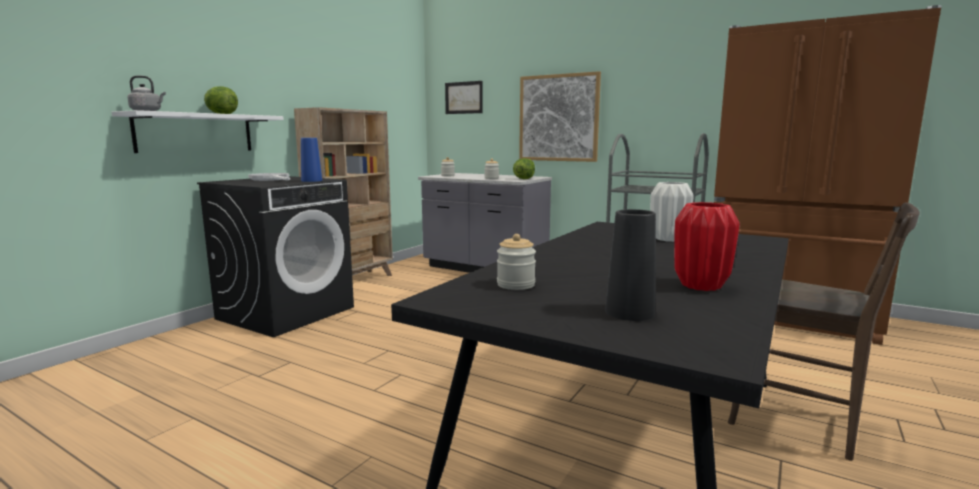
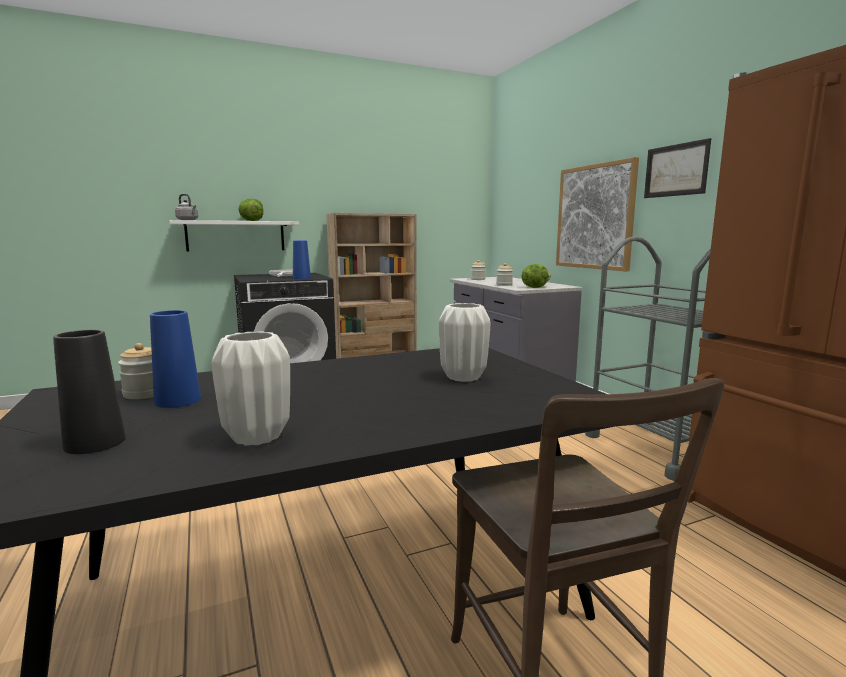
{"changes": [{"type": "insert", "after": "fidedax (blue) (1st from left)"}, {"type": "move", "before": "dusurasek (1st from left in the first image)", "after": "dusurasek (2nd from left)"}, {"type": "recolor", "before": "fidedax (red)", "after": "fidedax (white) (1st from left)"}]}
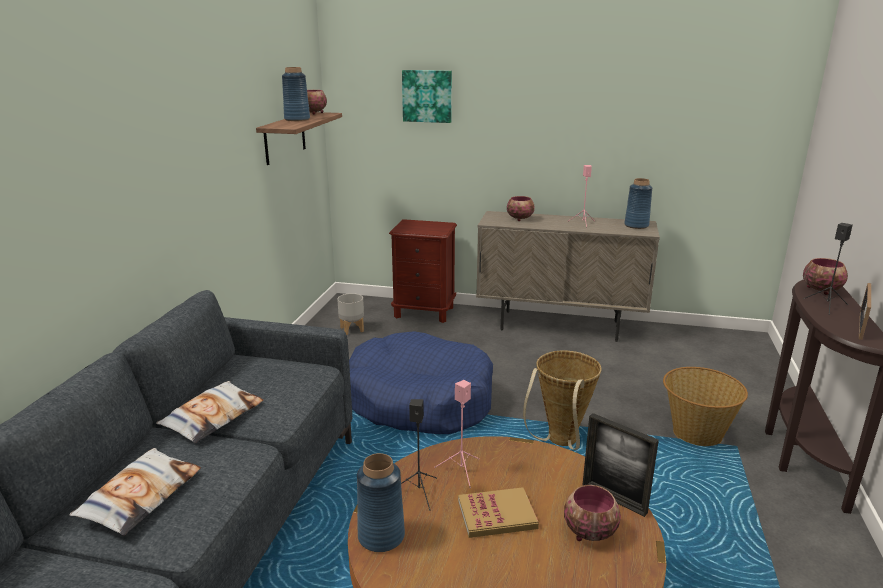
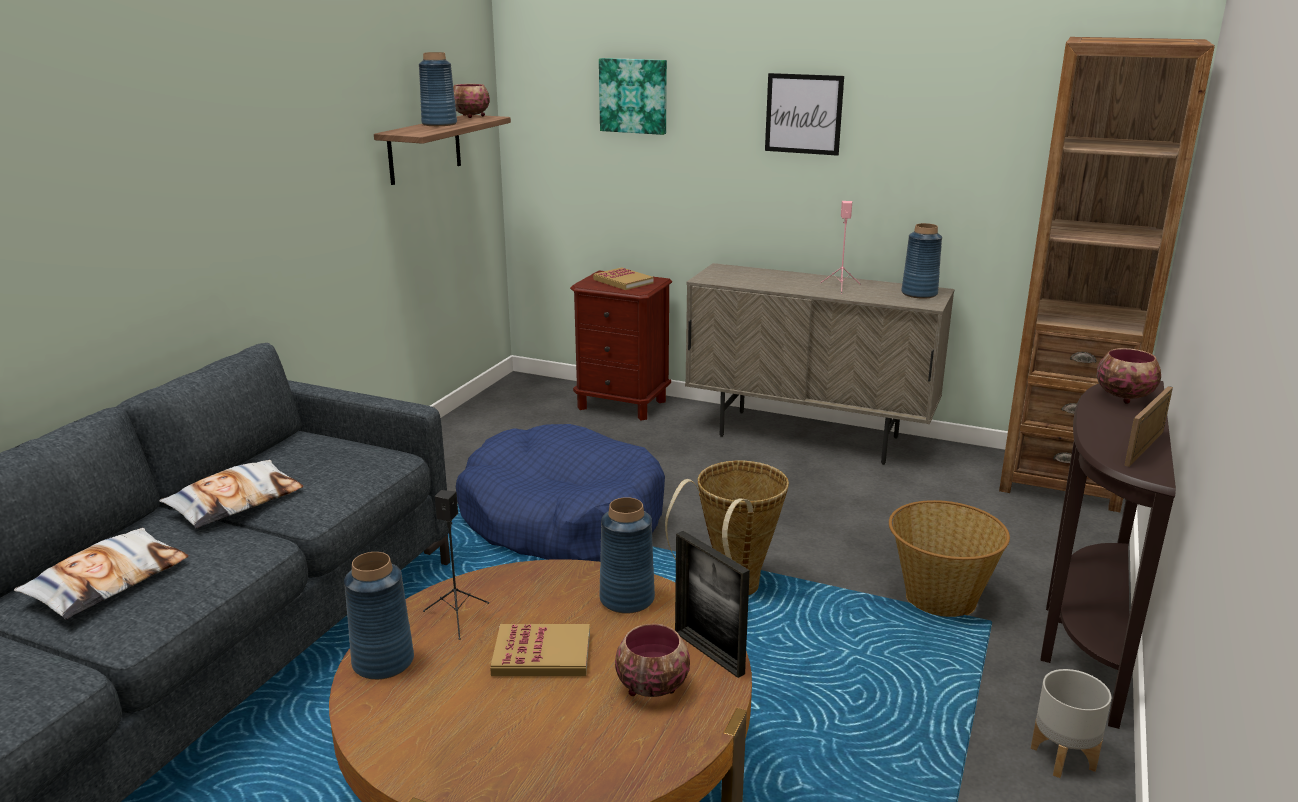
{"changes": [{"type": "delete", "before": "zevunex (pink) (1st from left)"}, {"type": "delete", "before": "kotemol (2nd from left)"}, {"type": "delete", "before": "zevunex (black) (2nd from left)"}, {"type": "insert", "after": "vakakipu (2nd from left)"}, {"type": "insert", "after": "fidedax (blue) (3rd from left)"}, {"type": "insert", "after": "dusurasek (2nd from left)"}, {"type": "insert", "after": "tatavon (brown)"}, {"type": "move", "before": "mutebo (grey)"}]}
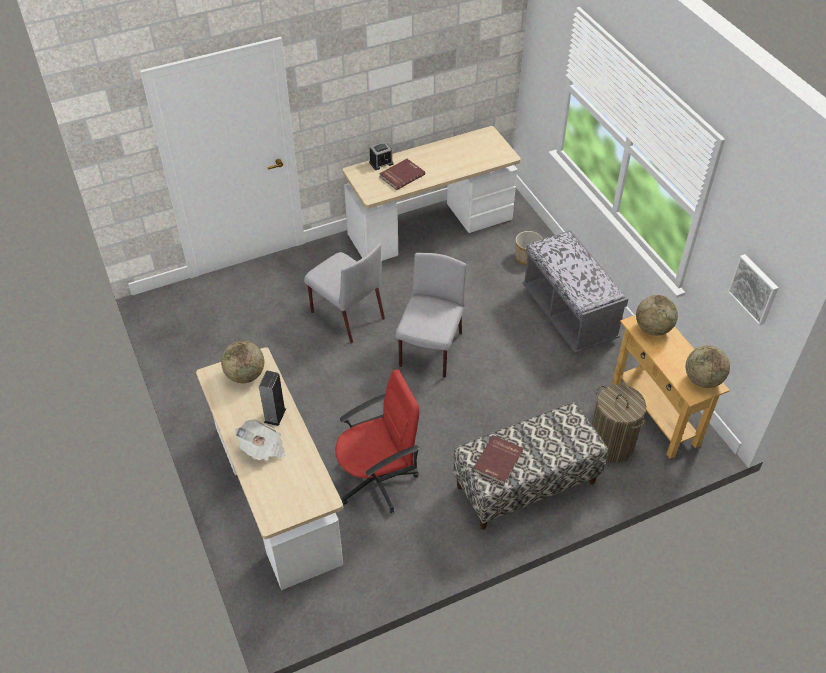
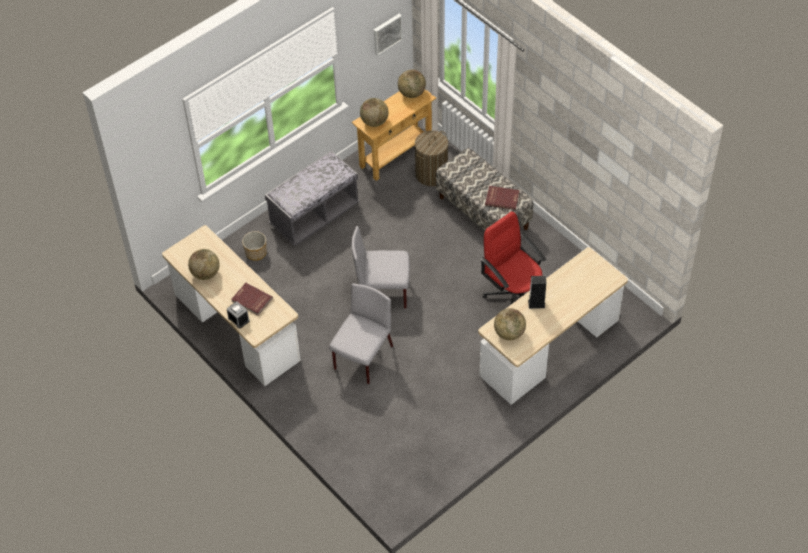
{"changes": [{"type": "delete", "before": "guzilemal"}, {"type": "insert", "after": "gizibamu (1st from left)"}]}
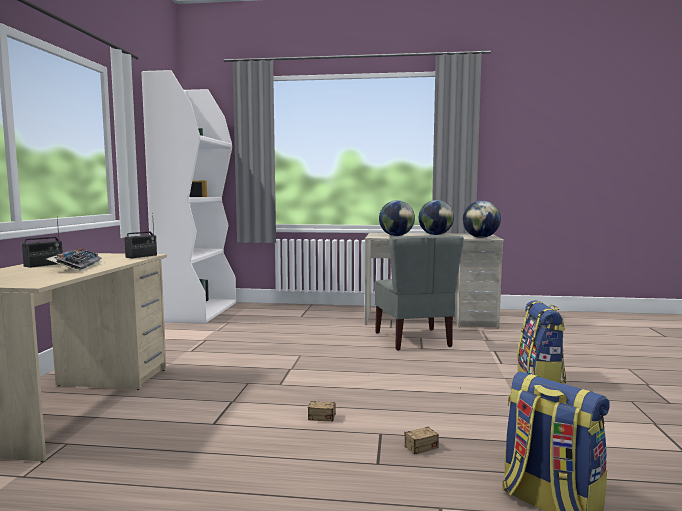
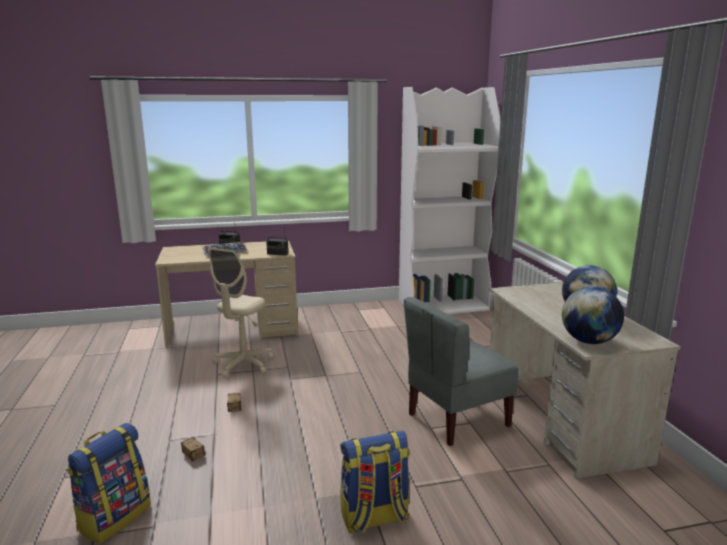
{"changes": [{"type": "delete", "before": "gizibamu (1st from left)"}, {"type": "insert", "after": "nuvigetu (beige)"}]}
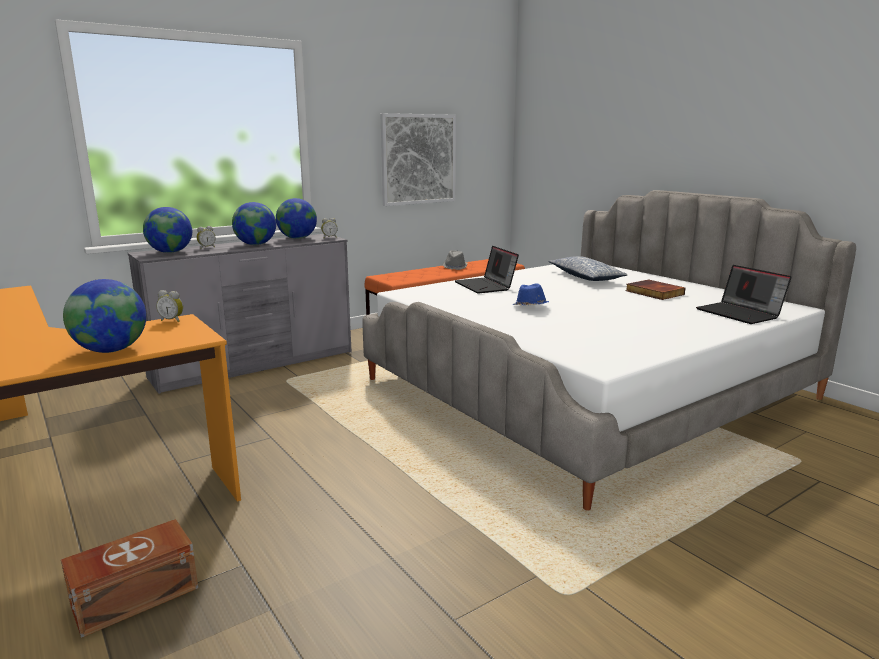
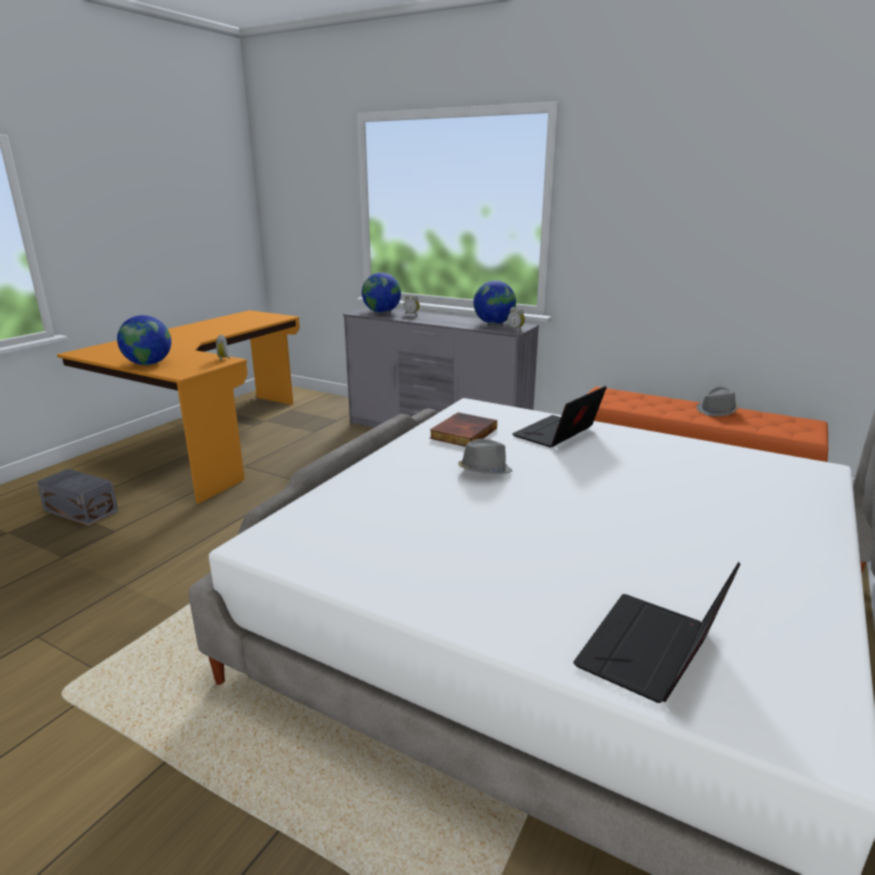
{"changes": [{"type": "delete", "before": "gizibamu (3rd from left)"}, {"type": "delete", "before": "dusurasek"}, {"type": "delete", "before": "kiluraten"}, {"type": "move", "before": "vakakipu"}, {"type": "recolor", "before": "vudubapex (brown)", "after": "vudubapex (grey)"}, {"type": "recolor", "before": "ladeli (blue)", "after": "ladeli (grey) (1st from left)"}]}
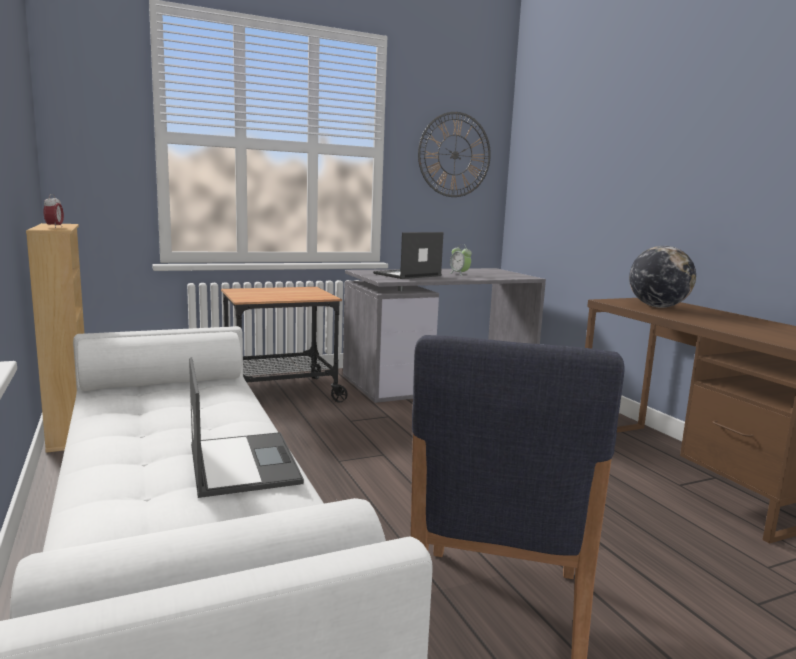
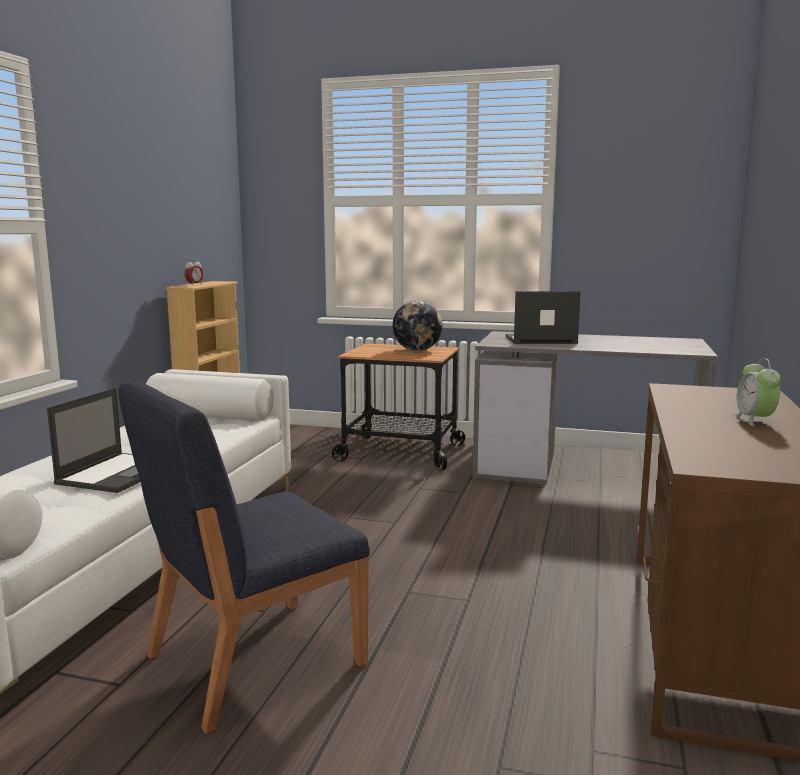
{"changes": [{"type": "delete", "before": "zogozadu"}, {"type": "move", "before": "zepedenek (2nd from left)"}, {"type": "move", "before": "gizibamu"}]}
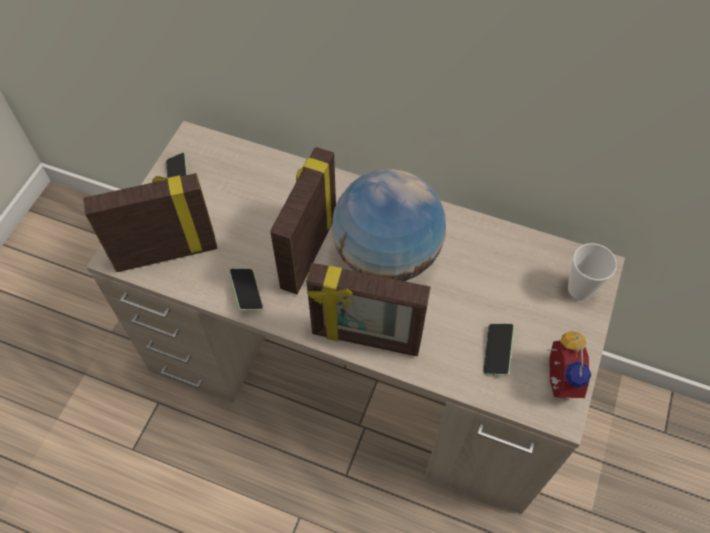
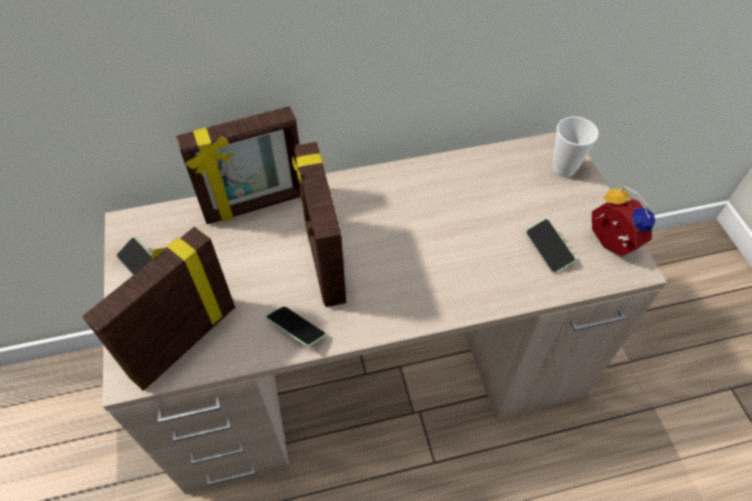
{"changes": [{"type": "delete", "before": "gizibamu"}, {"type": "move", "before": "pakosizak (3rd from left in the first image)", "after": "pakosizak (2nd from left)"}]}
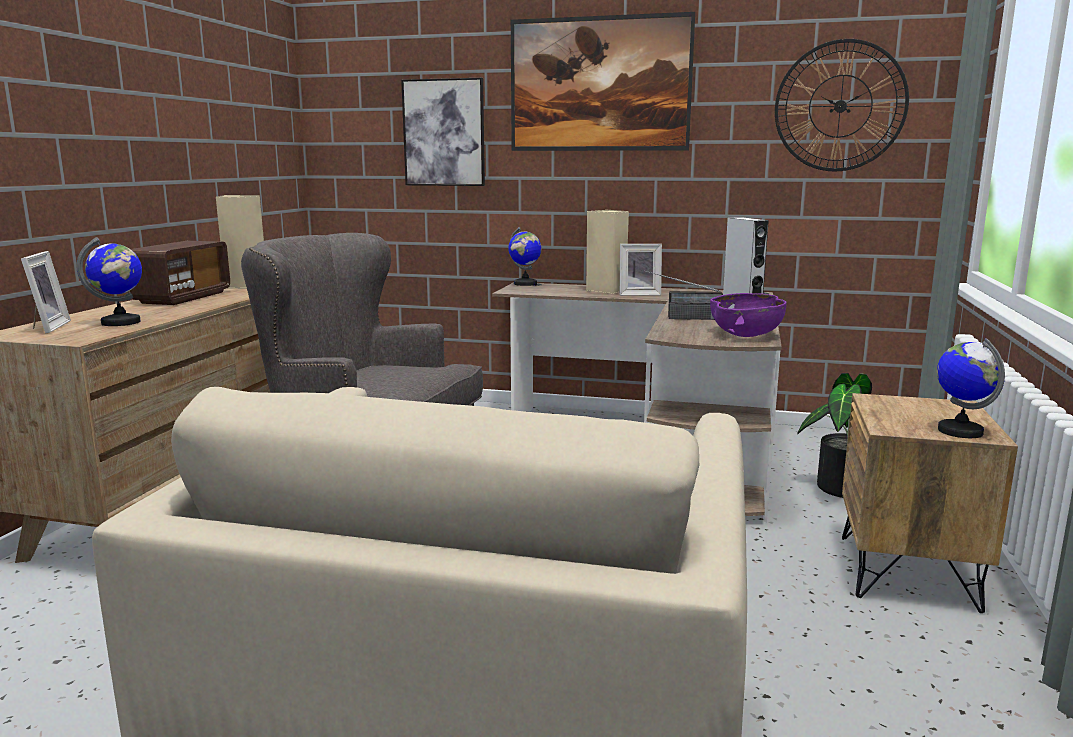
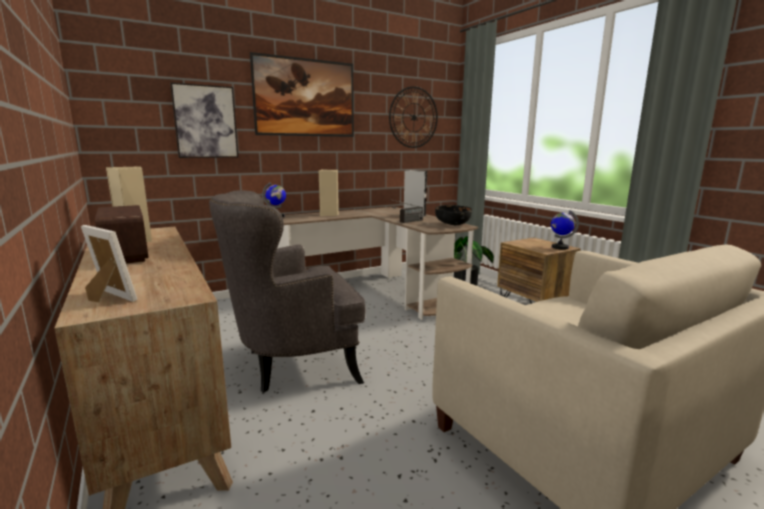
{"changes": [{"type": "delete", "before": "gizibamu (1st from left)"}, {"type": "delete", "before": "pakosizak (2nd from left)"}, {"type": "recolor", "before": "kotemol (purple)", "after": "kotemol (black)"}]}
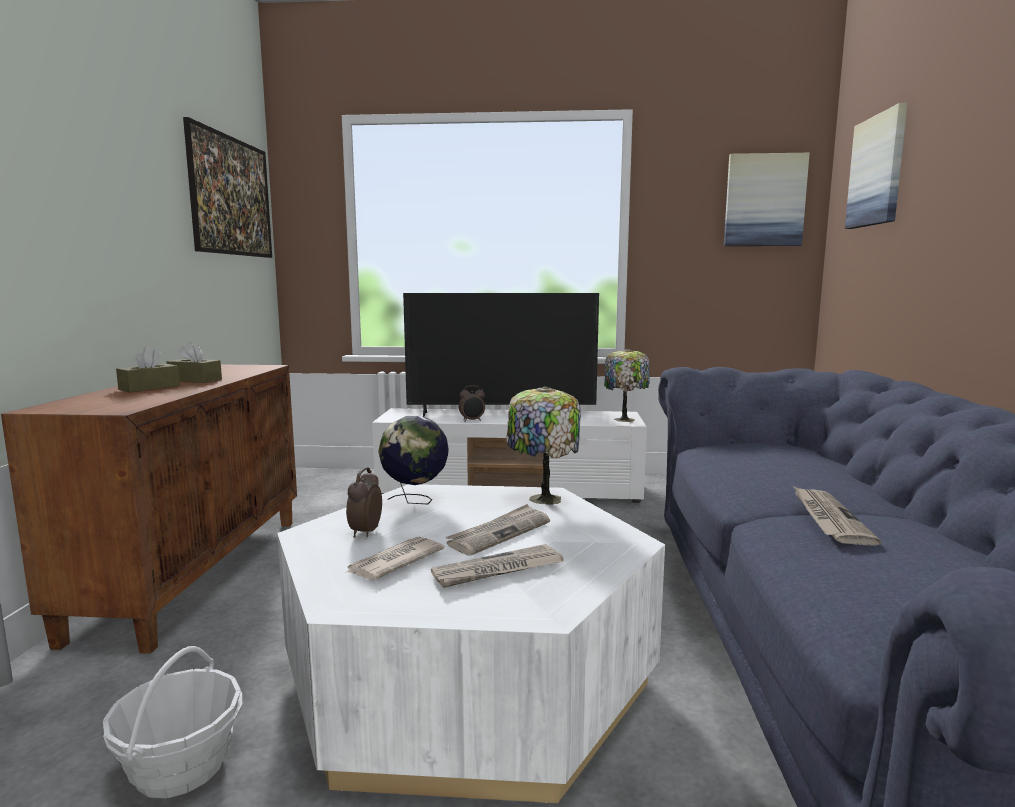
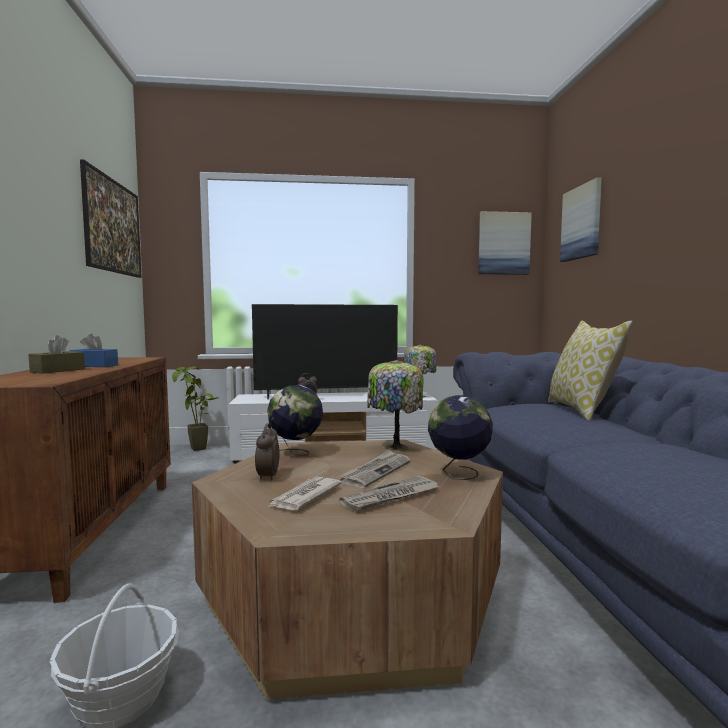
{"changes": [{"type": "delete", "before": "guzilemal (4th from left)"}, {"type": "insert", "after": "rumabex"}, {"type": "insert", "after": "gizibamu (2nd from left)"}, {"type": "insert", "after": "kiluraten"}, {"type": "recolor", "before": "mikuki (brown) (2nd from left)", "after": "mikuki (blue)"}, {"type": "recolor", "before": "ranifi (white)", "after": "ranifi (brown)"}]}
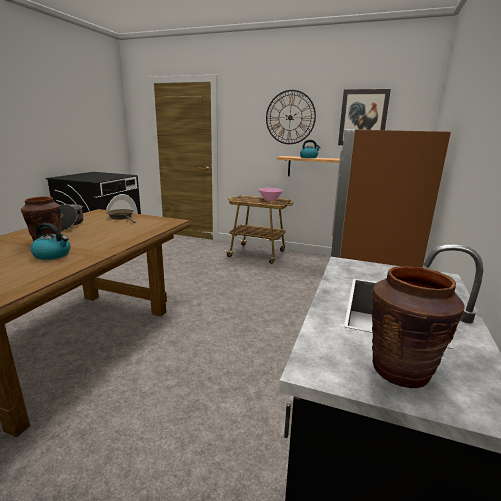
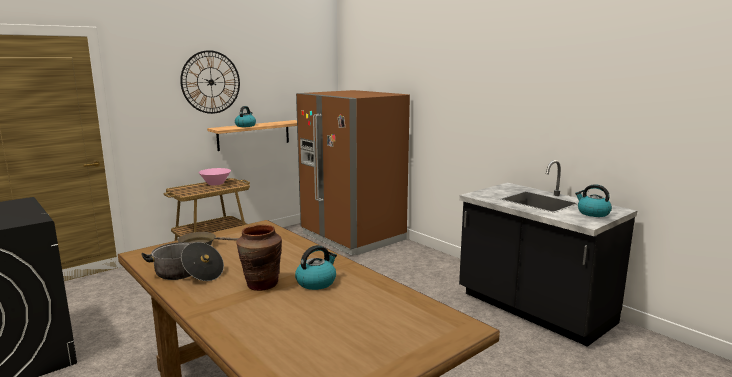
{"changes": [{"type": "delete", "before": "dusurasek"}, {"type": "replace", "before": "fidedax (brown) (2nd from left)", "after": "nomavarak (3rd from left)"}]}
